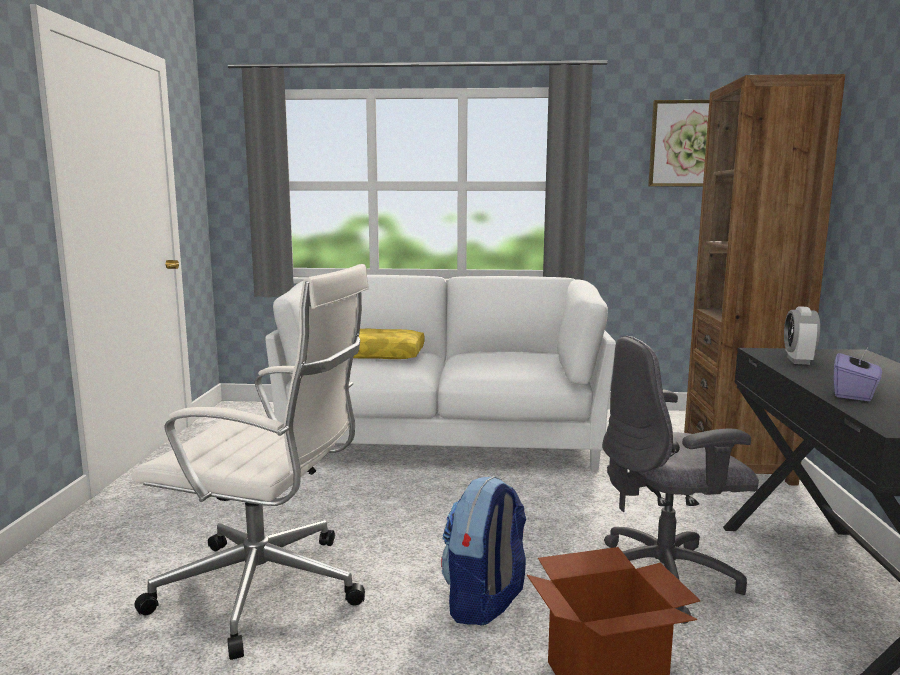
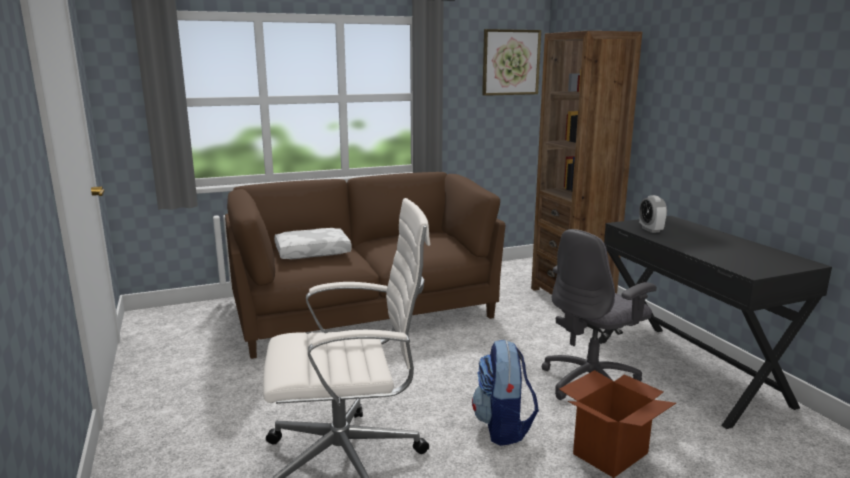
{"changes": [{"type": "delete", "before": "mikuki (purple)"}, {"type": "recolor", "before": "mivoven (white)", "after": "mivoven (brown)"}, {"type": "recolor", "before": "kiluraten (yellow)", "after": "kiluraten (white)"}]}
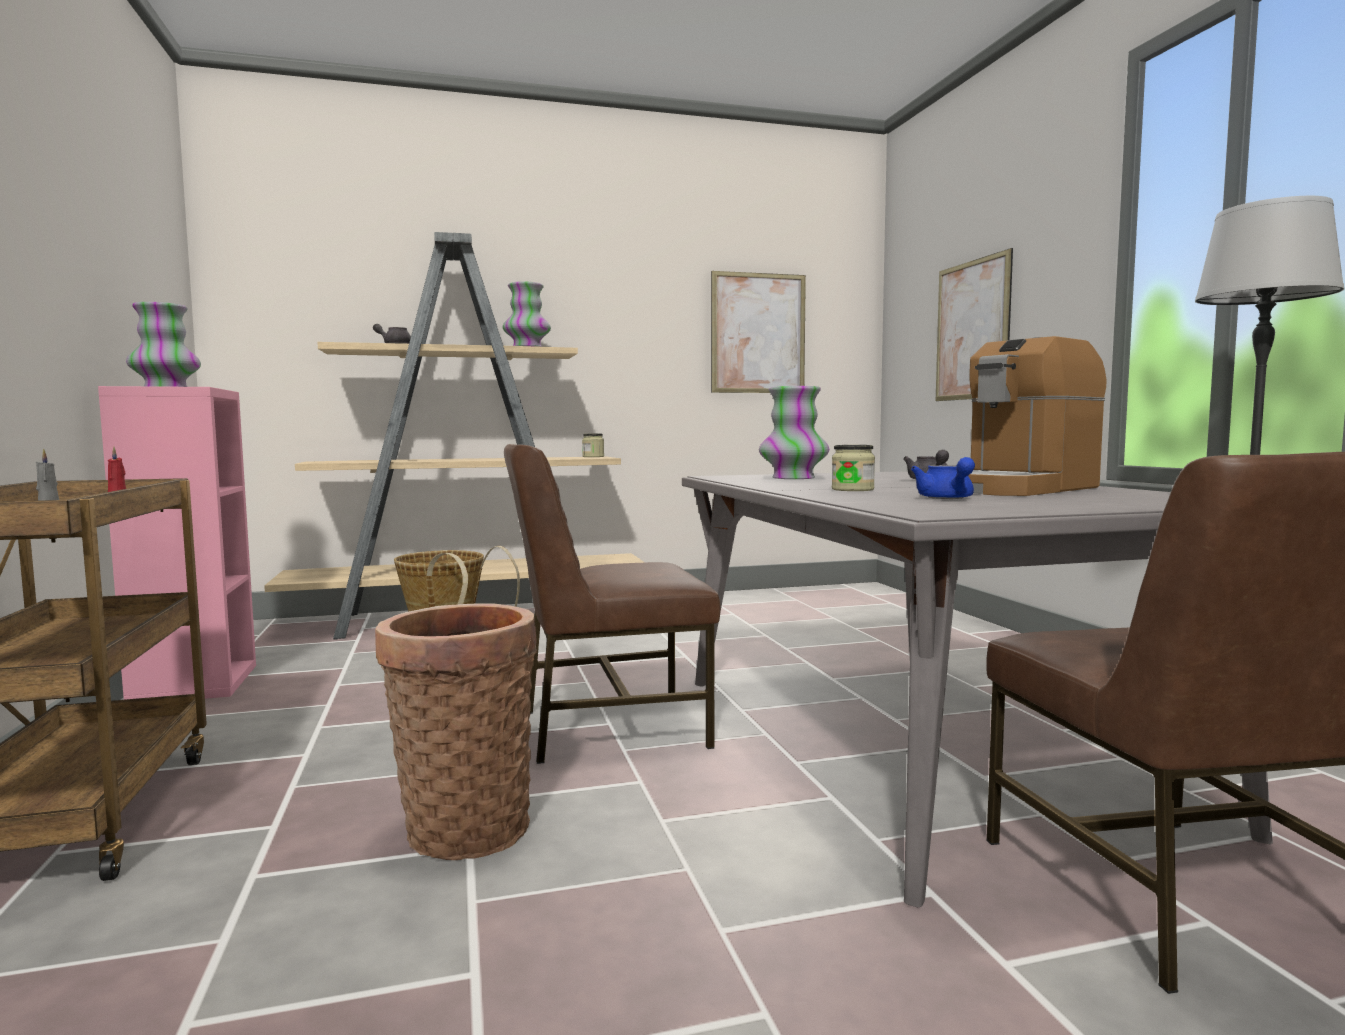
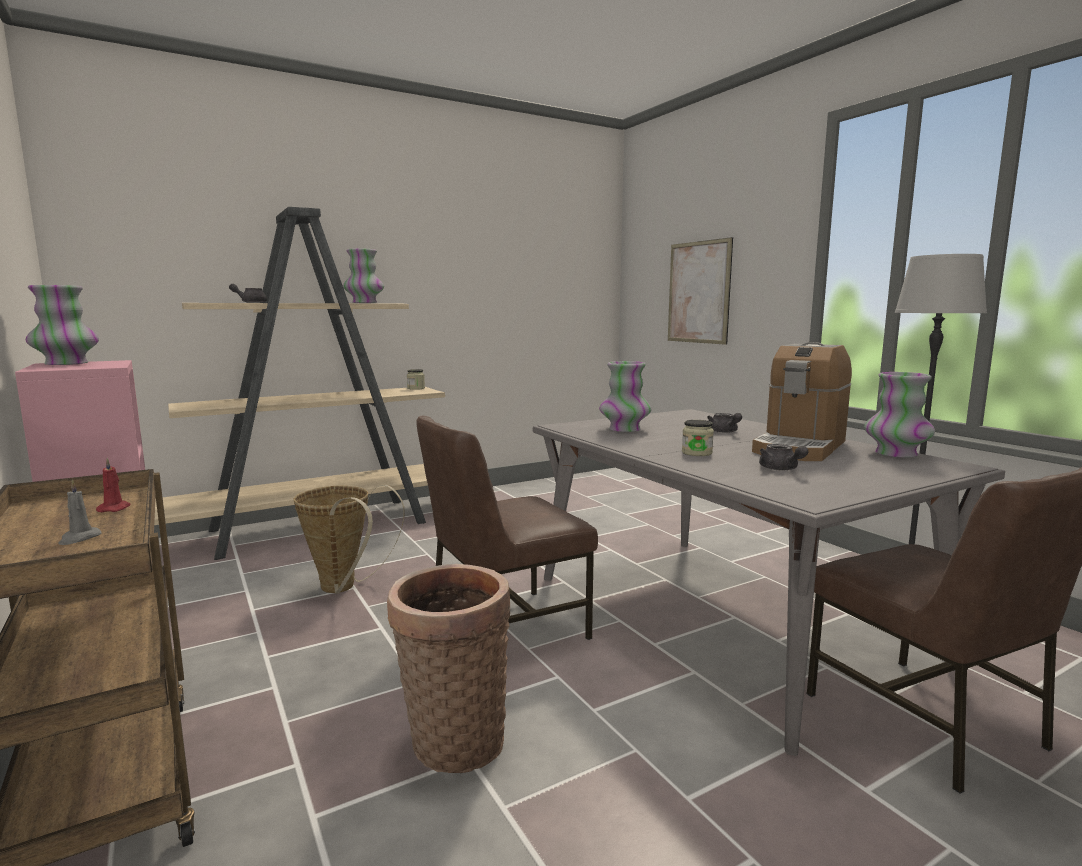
{"changes": [{"type": "delete", "before": "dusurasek (1st from left)"}, {"type": "insert", "after": "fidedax (4th from left)"}, {"type": "recolor", "before": "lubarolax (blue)", "after": "lubarolax (grey) (3rd from left)"}]}
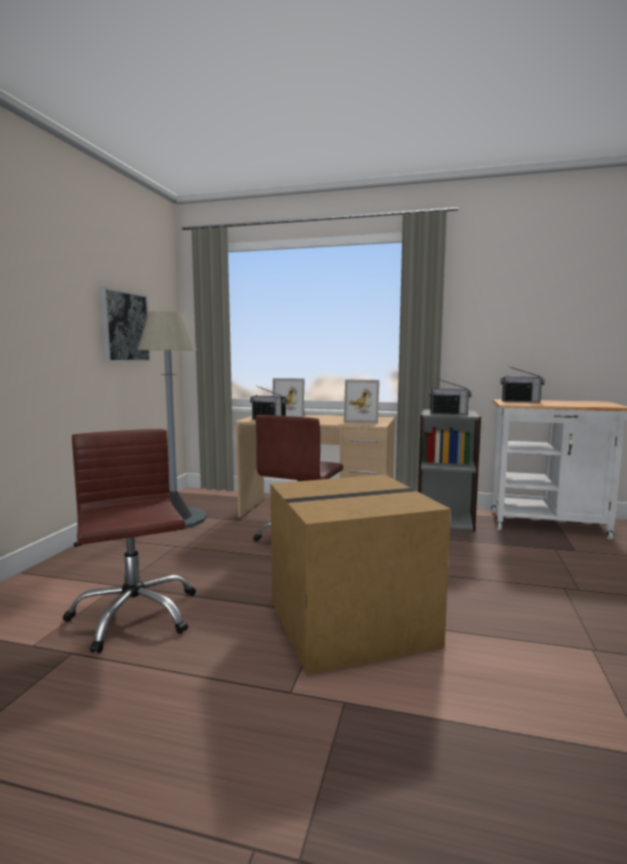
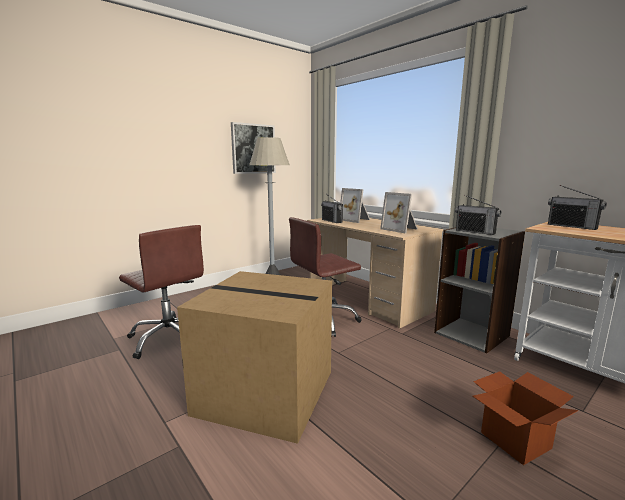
{"changes": [{"type": "insert", "after": "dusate (2nd from left)"}, {"type": "rotate", "before": "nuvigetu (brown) (1st from left)", "turn": 120}]}
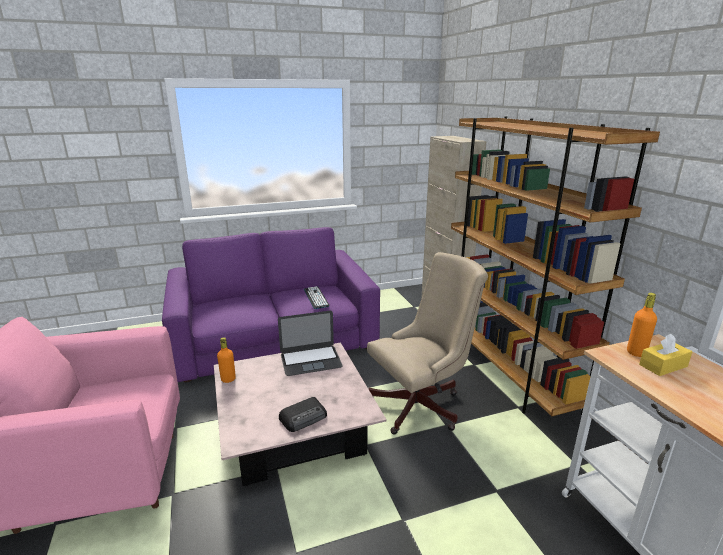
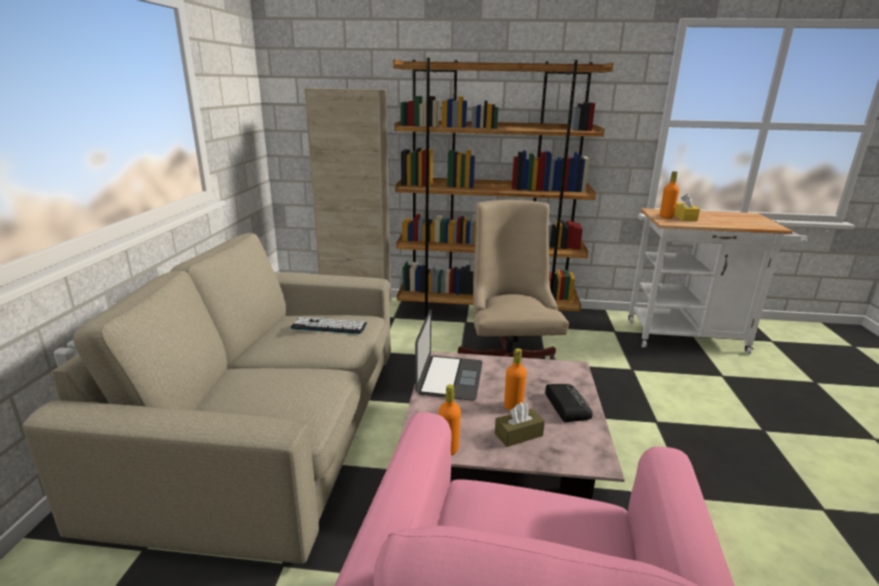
{"changes": [{"type": "insert", "after": "mikuki (brown)"}, {"type": "insert", "after": "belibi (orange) (2nd from left)"}, {"type": "recolor", "before": "mivoven (purple)", "after": "mivoven (beige)"}]}
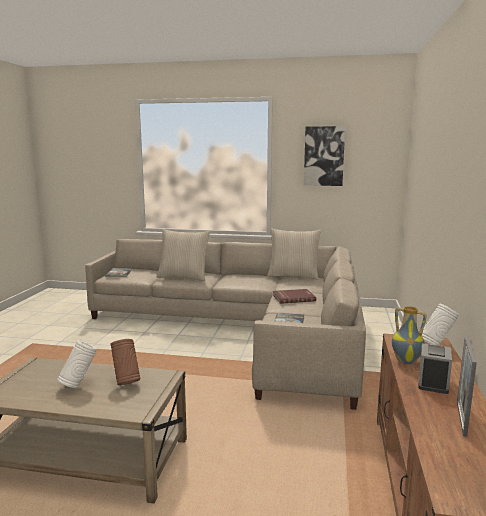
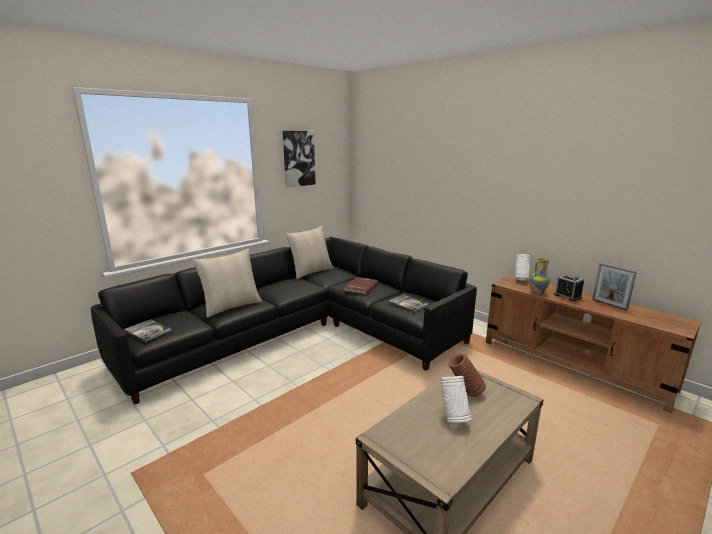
{"changes": [{"type": "recolor", "before": "mivoven (beige)", "after": "mivoven (black)"}]}
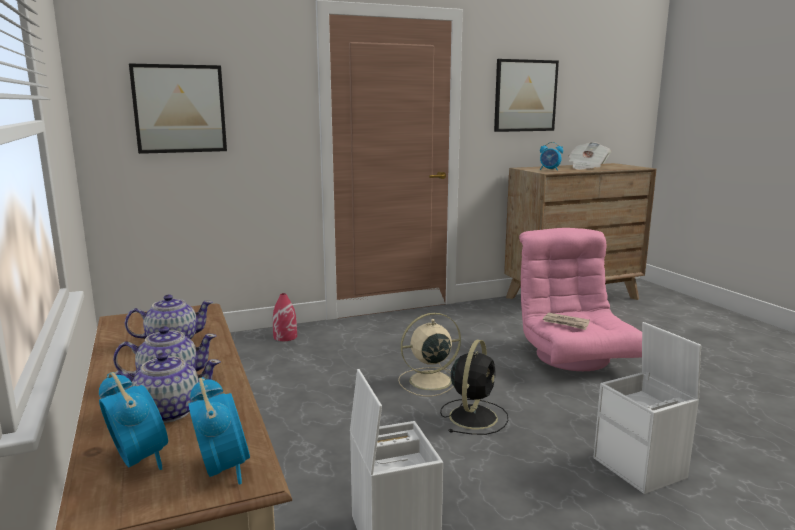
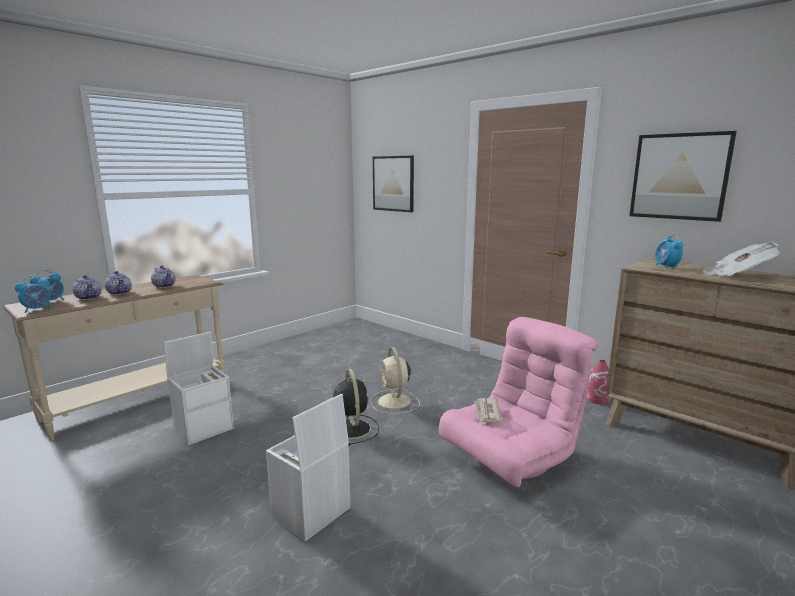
{"changes": [{"type": "move", "before": "fidedax (red)"}, {"type": "rotate", "before": "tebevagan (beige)", "turn": -150}, {"type": "rotate", "before": "tebevagan (black)", "turn": -105}]}
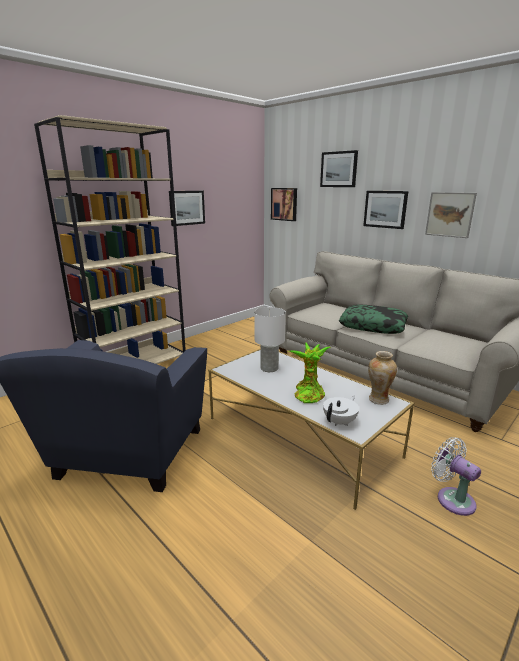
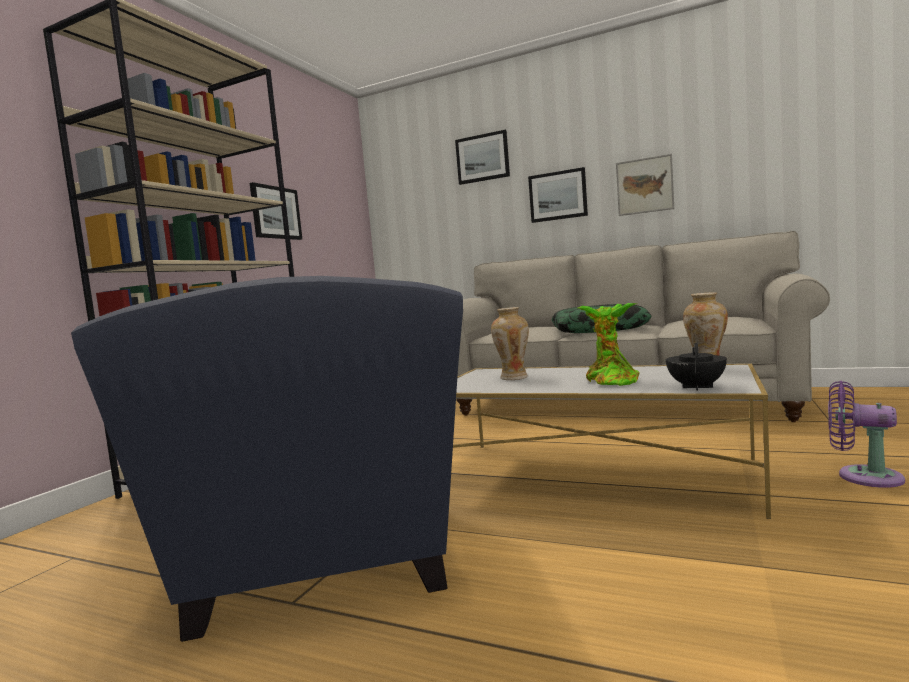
{"changes": [{"type": "delete", "before": "dusurasek (2nd from left)"}, {"type": "replace", "before": "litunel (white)", "after": "fidedax (1st from left)"}, {"type": "recolor", "before": "lubarolax (white)", "after": "lubarolax (black)"}, {"type": "recolor", "before": "tebevagan (white)", "after": "tebevagan (purple)"}]}
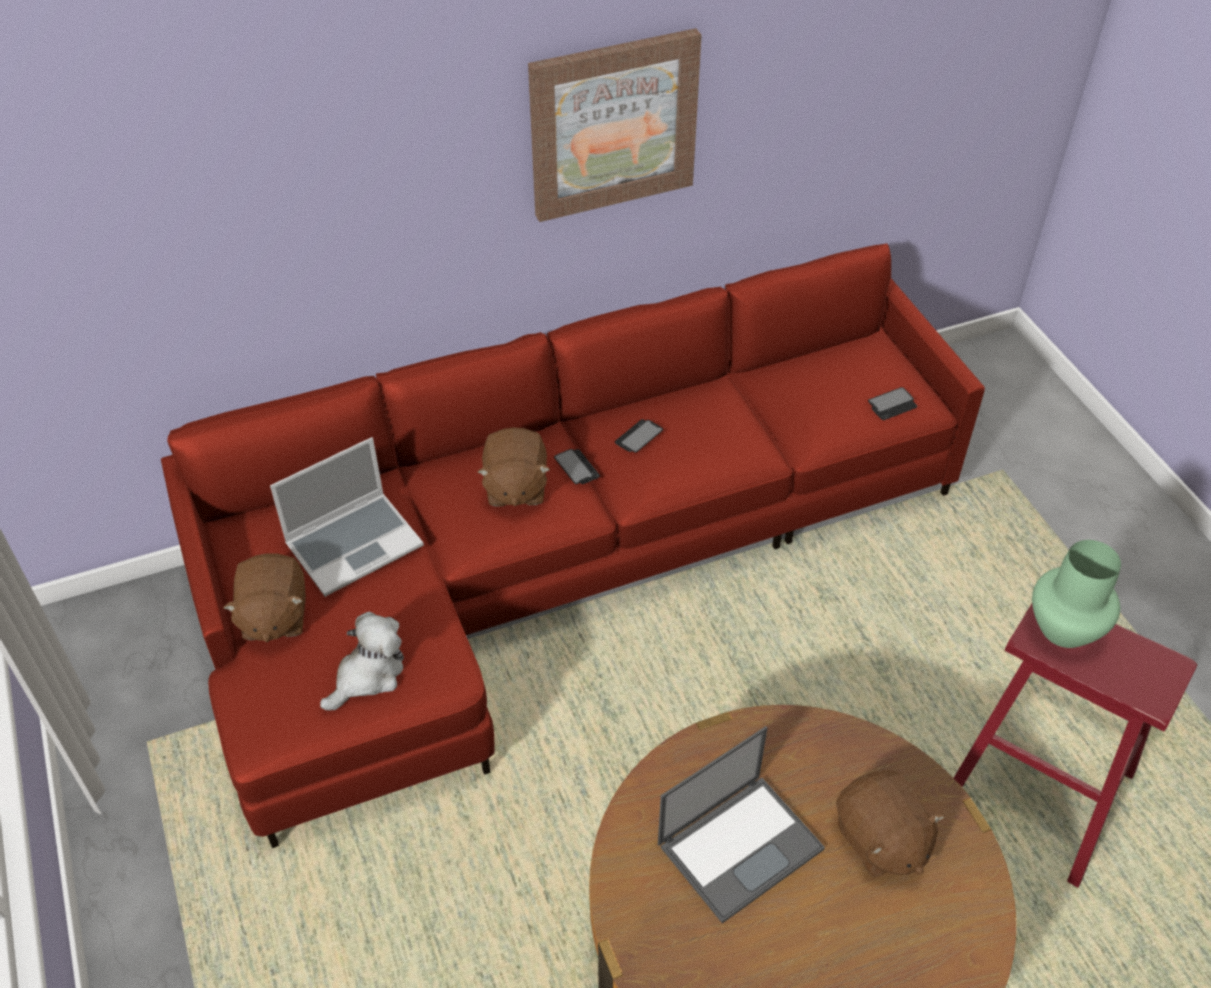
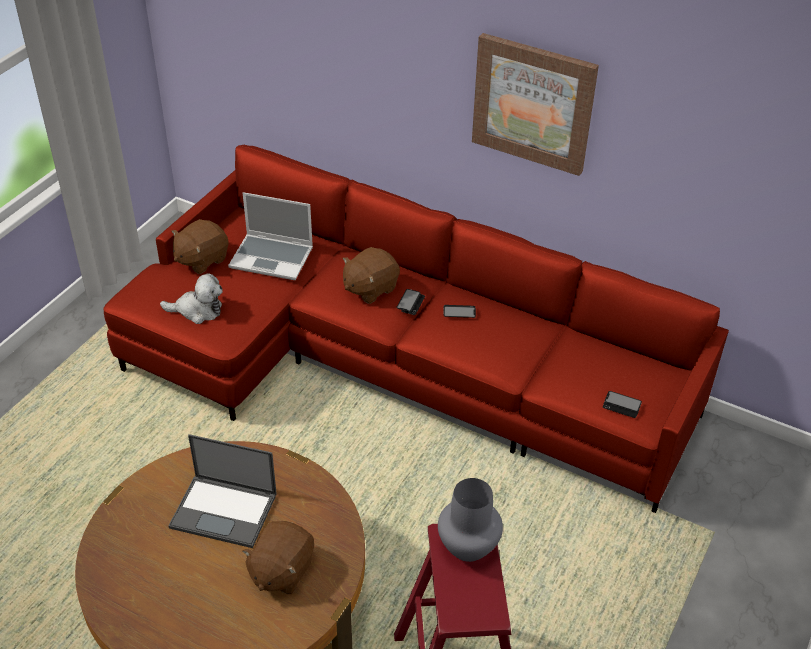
{"changes": [{"type": "recolor", "before": "fidedax (green)", "after": "fidedax (grey)"}]}
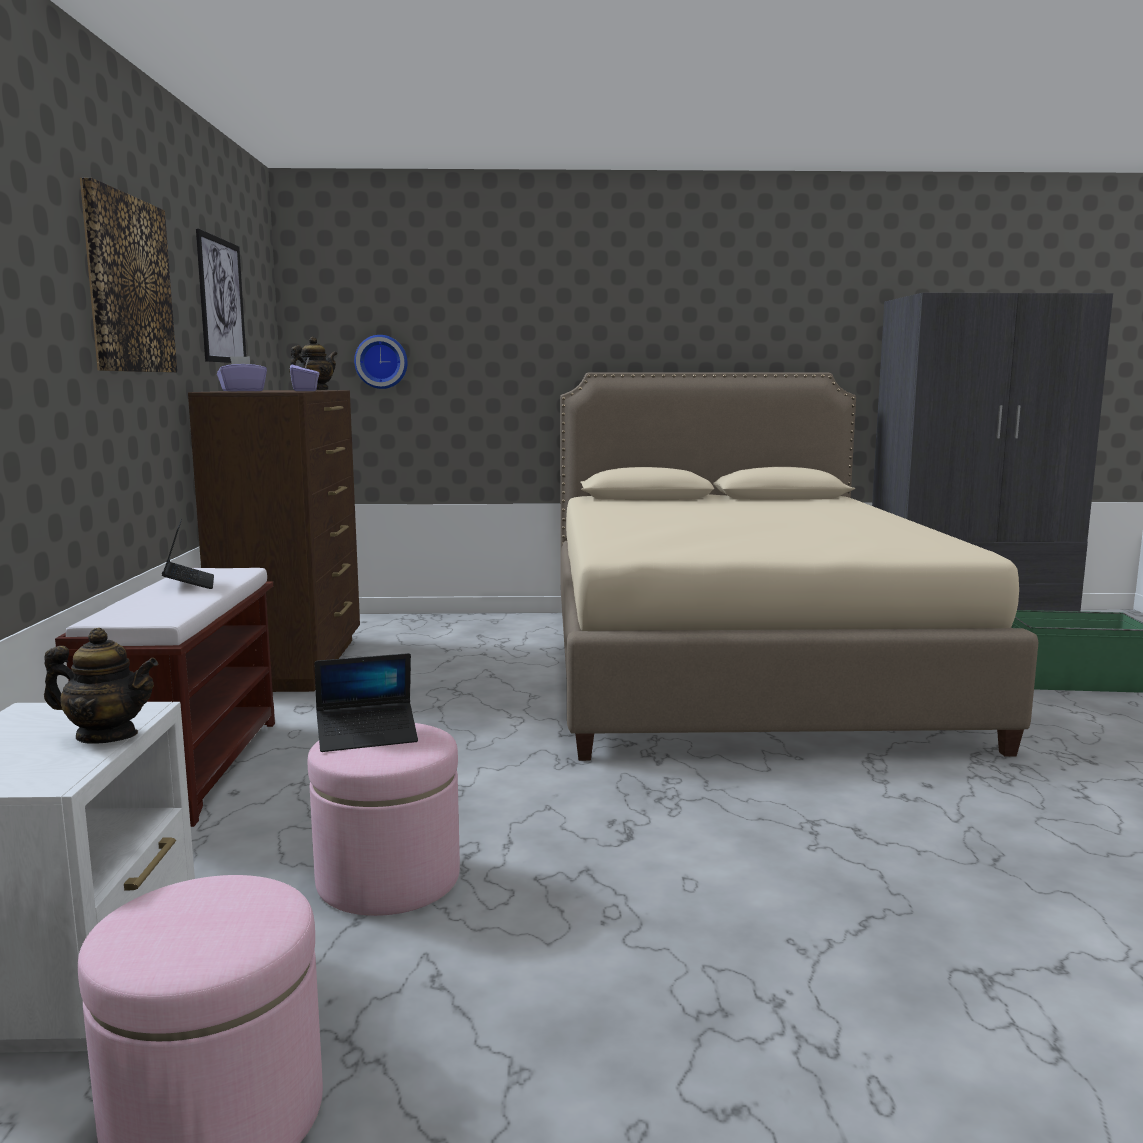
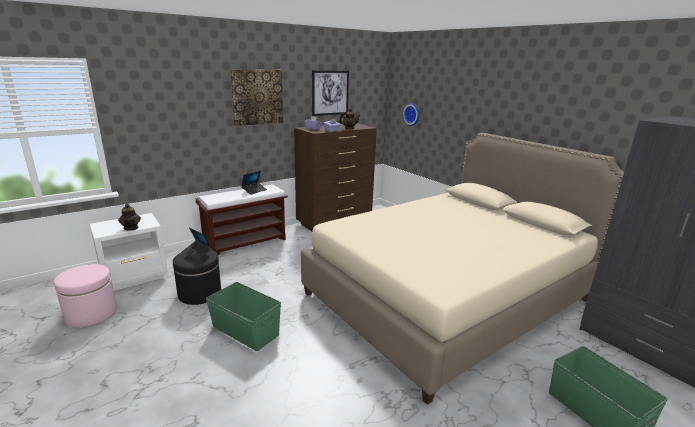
{"changes": [{"type": "insert", "after": "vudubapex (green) (1st from left)"}, {"type": "recolor", "before": "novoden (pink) (2nd from left)", "after": "novoden (black)"}]}
